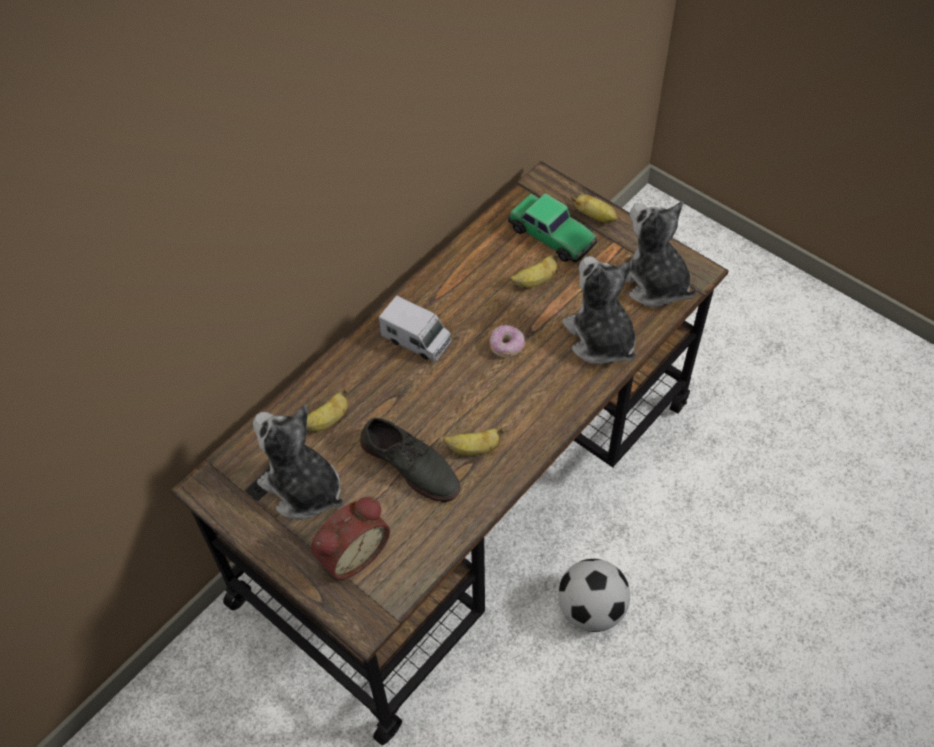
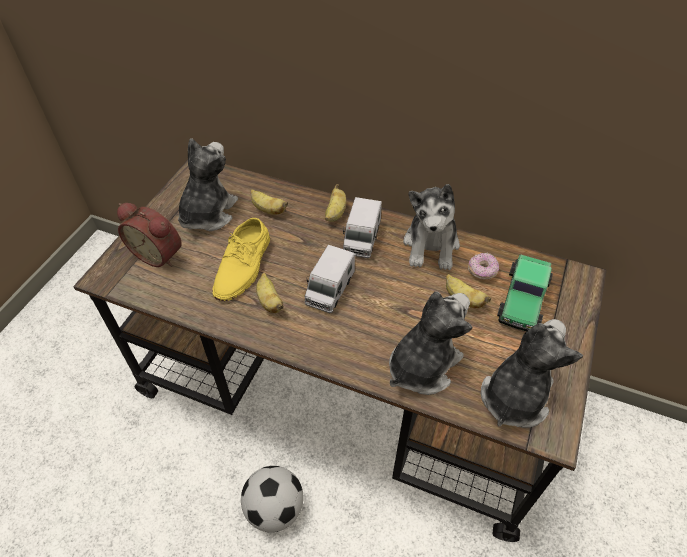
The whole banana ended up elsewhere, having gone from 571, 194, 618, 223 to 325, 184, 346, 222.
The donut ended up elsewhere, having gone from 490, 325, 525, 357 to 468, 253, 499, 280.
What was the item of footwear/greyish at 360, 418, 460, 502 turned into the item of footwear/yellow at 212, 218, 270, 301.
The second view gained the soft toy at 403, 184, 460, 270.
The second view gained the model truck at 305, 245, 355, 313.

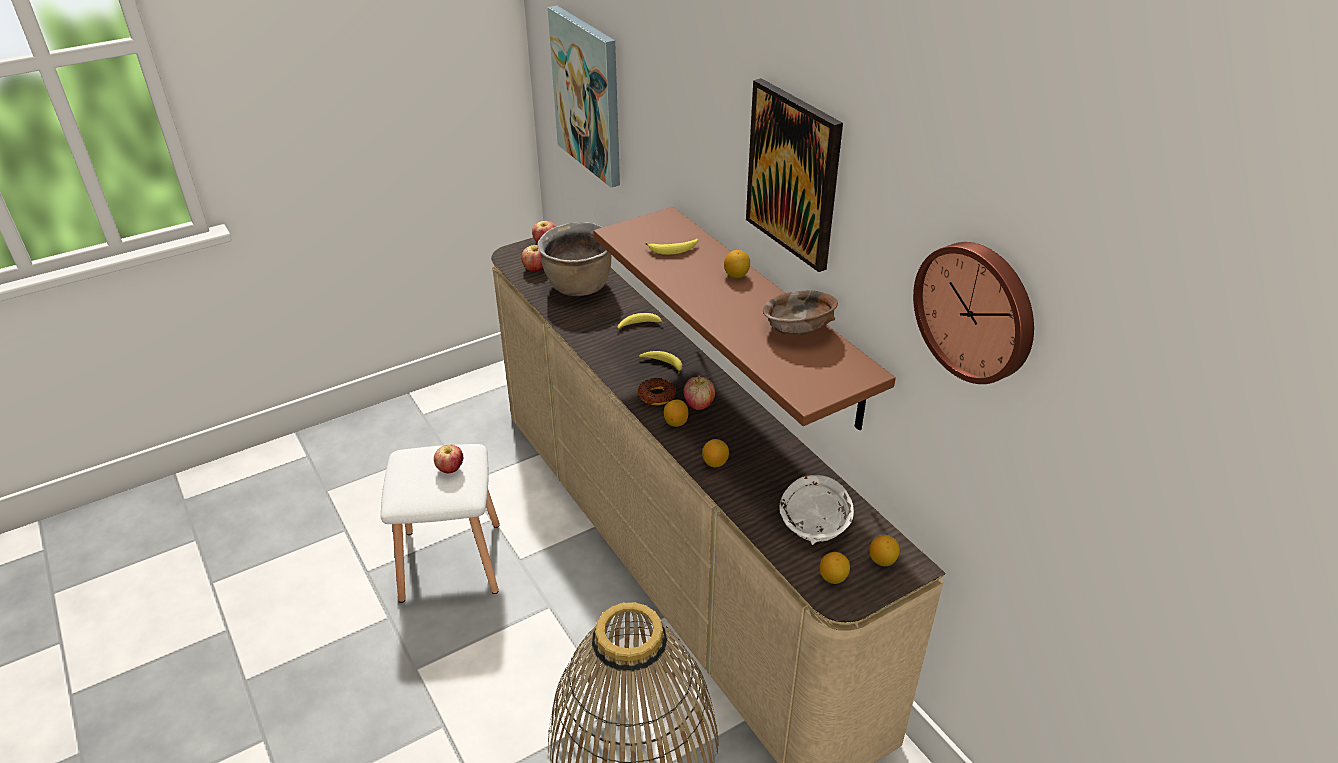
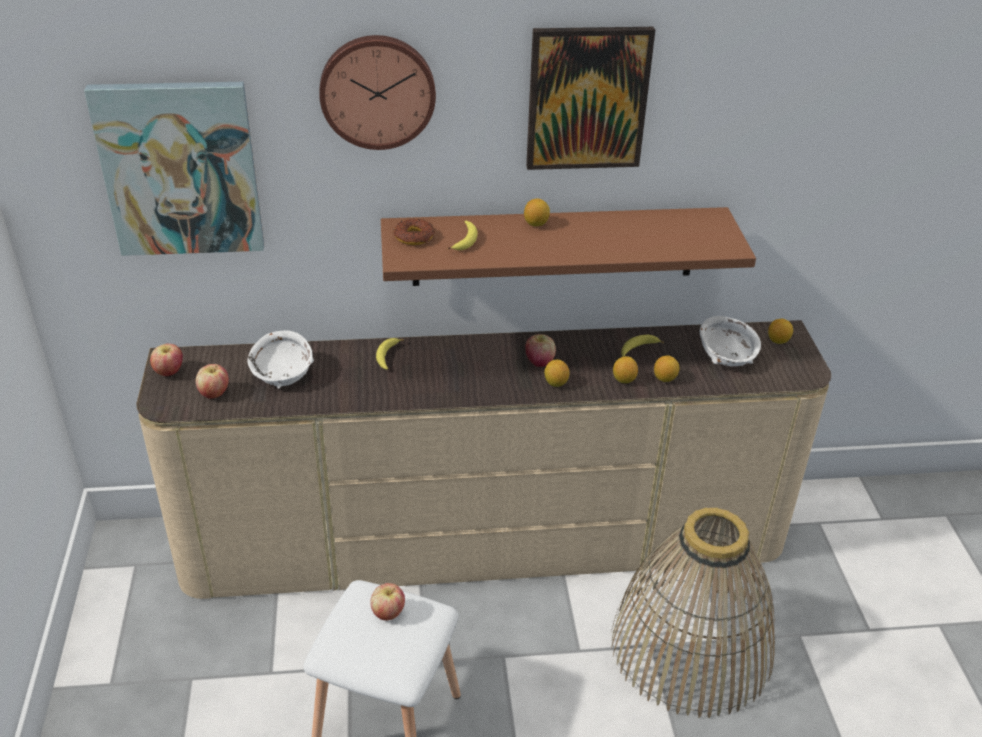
Where the saucepot/brownish stood at 537, 222, 611, 296, the bowl/whitish came to stand at 247, 330, 314, 389.
The hanging clock ended up elsewhere, having gone from 913, 242, 1034, 384 to 319, 35, 436, 150.
The second view lost the bowl/brownish at 763, 290, 838, 335.
The whole banana ended up elsewhere, having gone from 639, 351, 682, 374 to 621, 335, 664, 357.
The donut ended up elsewhere, having gone from 638, 378, 676, 405 to 394, 219, 435, 245.
The citrus fruit ended up elsewhere, having gone from 820, 552, 850, 584 to 654, 355, 679, 382.

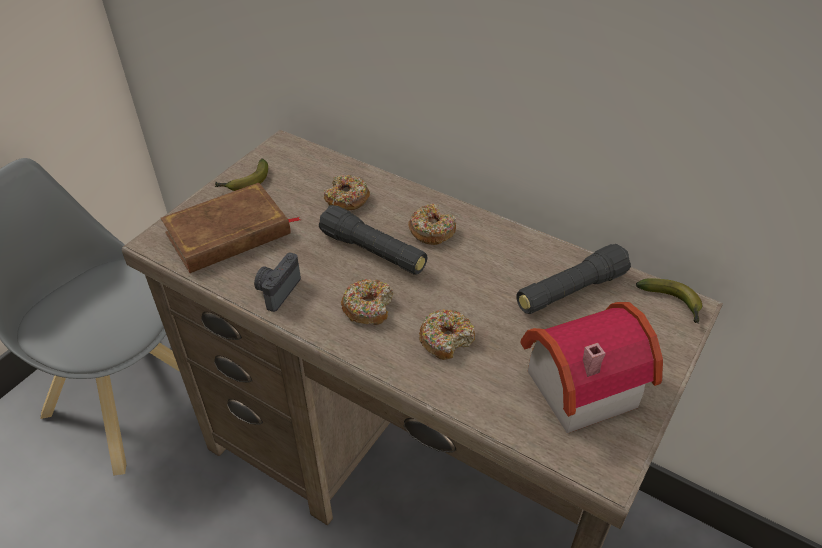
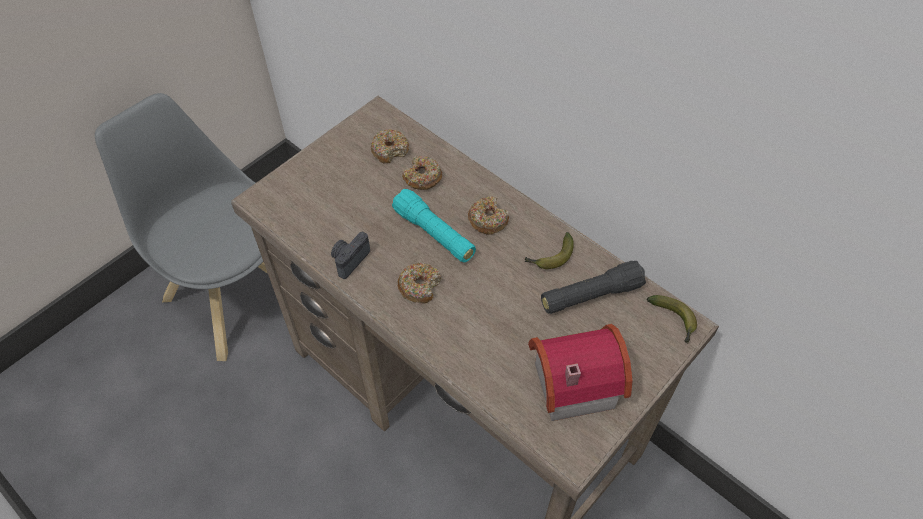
The whole banana ended up elsewhere, having gone from 215, 158, 268, 191 to 524, 232, 574, 269.
The second view lost the volume/brownish at 161, 183, 301, 273.
What was the hand torch/black-coloured at 319, 205, 428, 275 turned into the hand torch/turquoise at 392, 189, 476, 263.
The donut ended up elsewhere, having gone from 419, 309, 475, 360 to 371, 129, 409, 164.

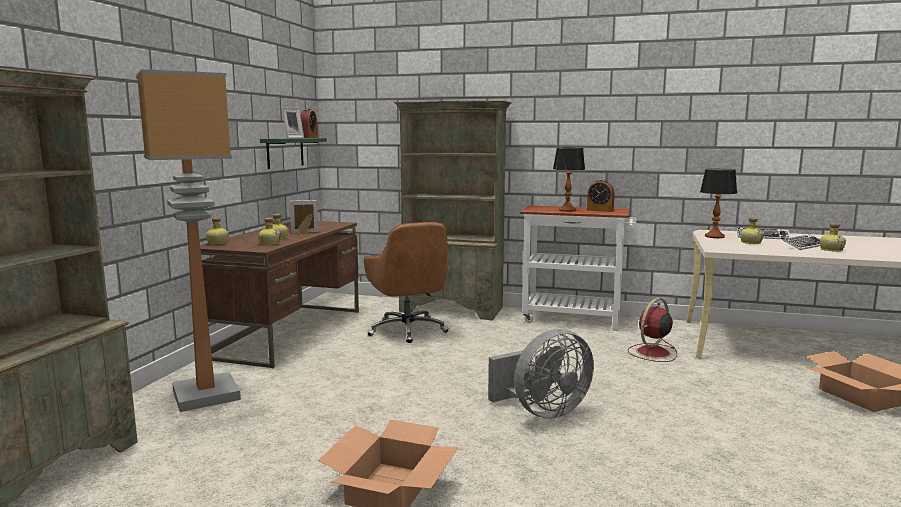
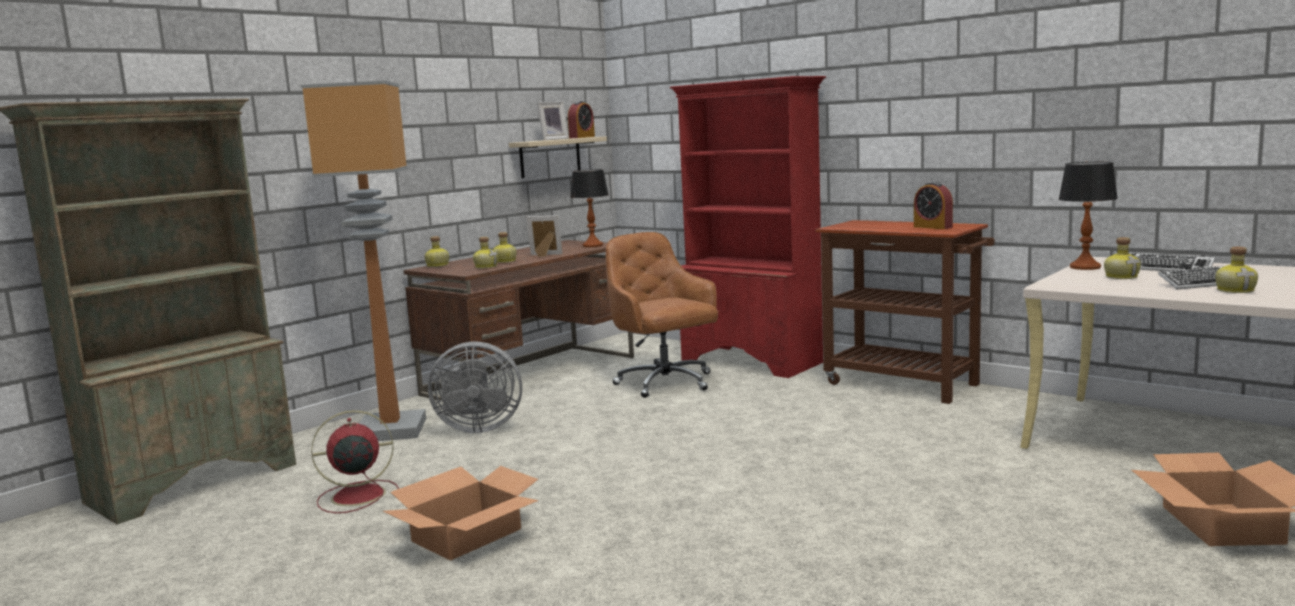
What was the bookcase/greenish at 394, 100, 512, 320 turned into the bookcase/red-coloured at 670, 76, 826, 378.
What was the wall shelf/greenish at 260, 138, 327, 169 turned into the wall shelf/beige at 509, 137, 607, 178.
The lamp for a table ended up elsewhere, having gone from 553, 148, 585, 212 to 570, 169, 609, 247.
What was the wheeled cart/whitish at 520, 205, 637, 331 turned into the wheeled cart/brownish at 815, 220, 995, 404.
The office chair/brownish at 364, 222, 448, 343 ended up facing another way, 150 degrees clockwise from before.
The electric fan/red-coloured ended up elsewhere, having gone from 628, 298, 677, 362 to 311, 410, 399, 513.
The electric fan/greyish ended up elsewhere, having gone from 488, 329, 594, 419 to 428, 342, 522, 433.

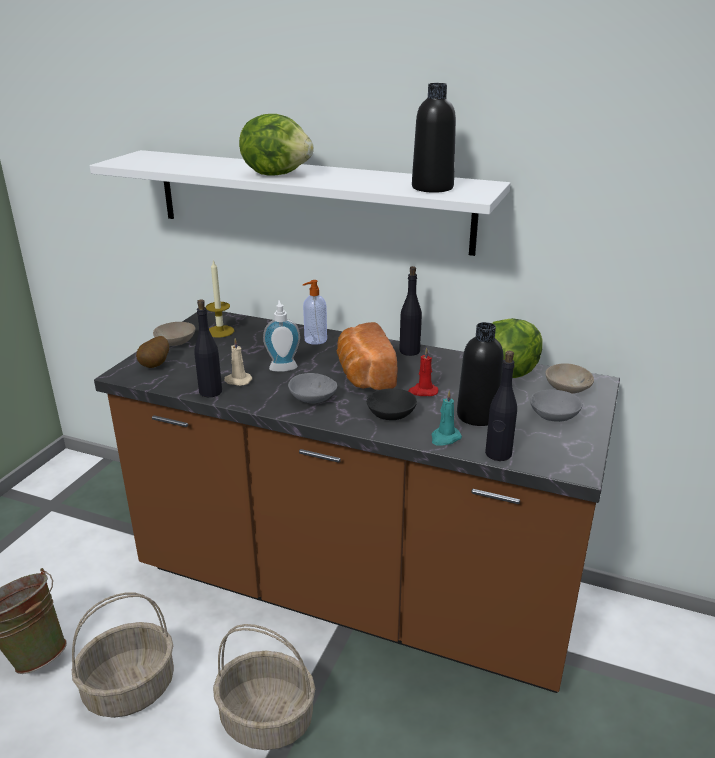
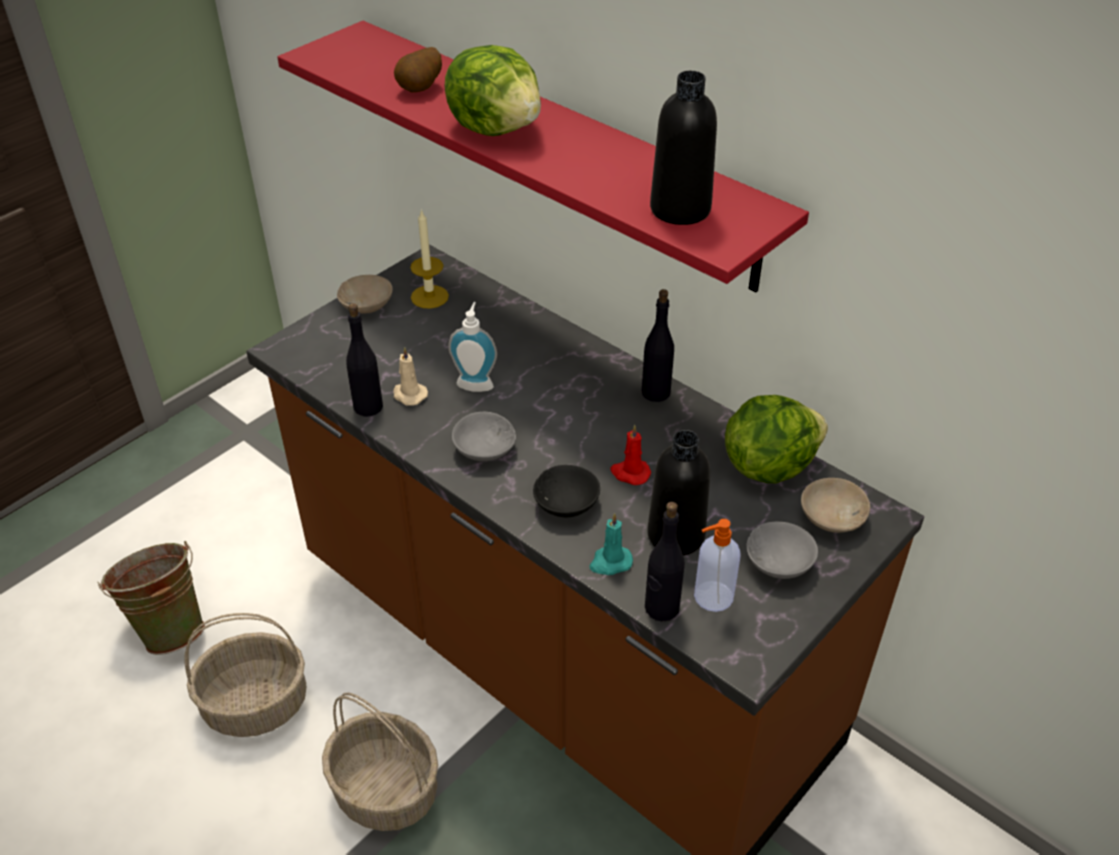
What was the wall shelf/whitish at 90, 150, 510, 256 turned into the wall shelf/red-coloured at 277, 21, 809, 293.
The soap bottle ended up elsewhere, having gone from 303, 280, 327, 345 to 694, 519, 741, 612.
The second view lost the bread at 337, 322, 398, 390.
The potato ended up elsewhere, having gone from 136, 336, 169, 368 to 394, 47, 442, 92.

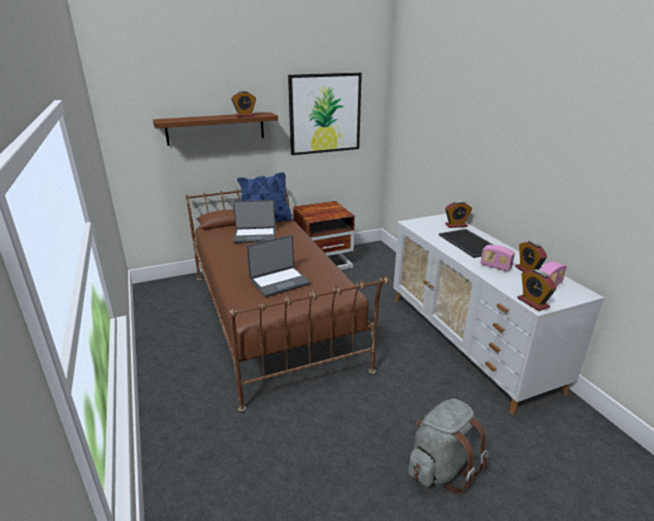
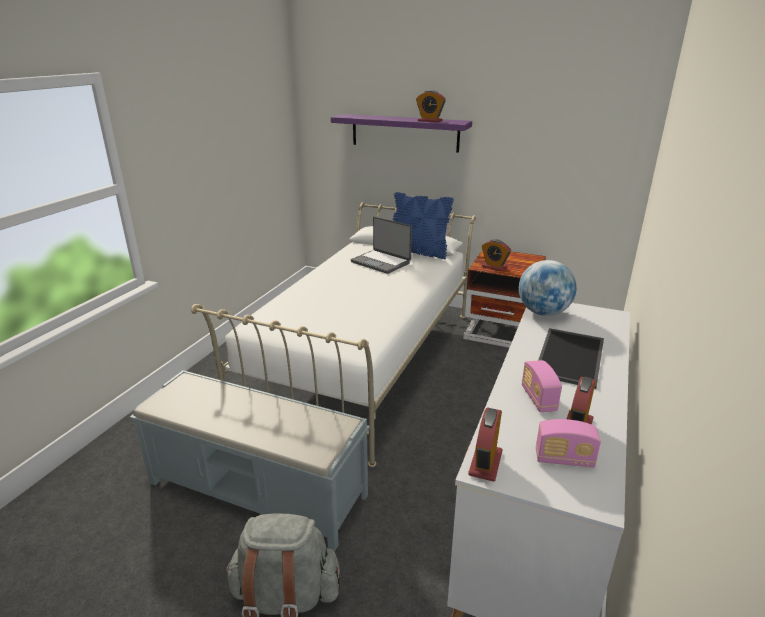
The second view lost the wall picture at 288, 73, 362, 155.
What was the wall shelf/brownish at 153, 112, 278, 146 turned into the wall shelf/purple at 331, 114, 472, 153.
What was the bedroom bed/brownish at 185, 187, 389, 412 turned into the bedroom bed/whitish at 191, 202, 476, 467.
The table clock ended up elsewhere, having gone from 445, 201, 472, 228 to 482, 239, 511, 271.
The second view lost the portable computer at 247, 235, 311, 297.
The second view gained the world globe at 519, 260, 577, 316.
The second view gained the bench/greyish at 130, 370, 370, 551.

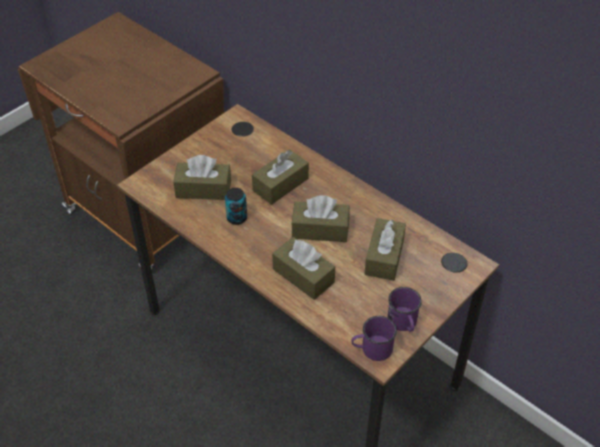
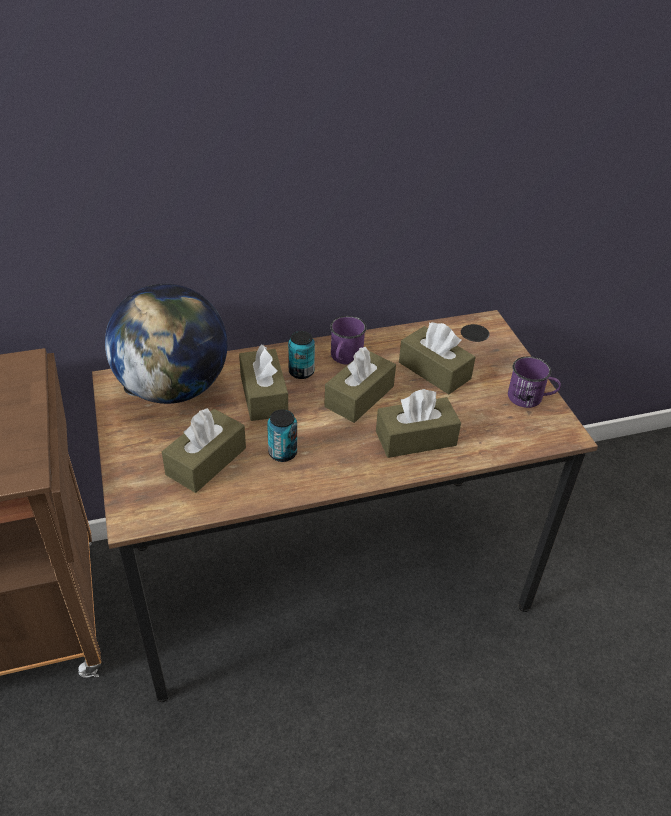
The coffee mug/purple ended up elsewhere, having gone from 351, 316, 397, 361 to 330, 316, 366, 365.
The second view gained the world globe at 105, 284, 228, 404.
The second view gained the can at 288, 331, 315, 379.

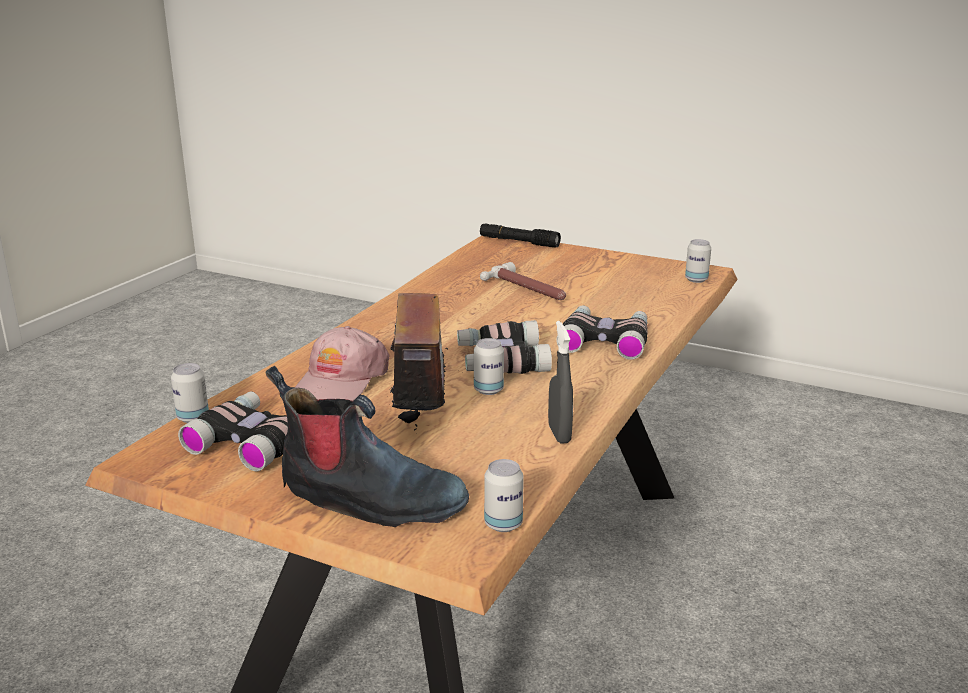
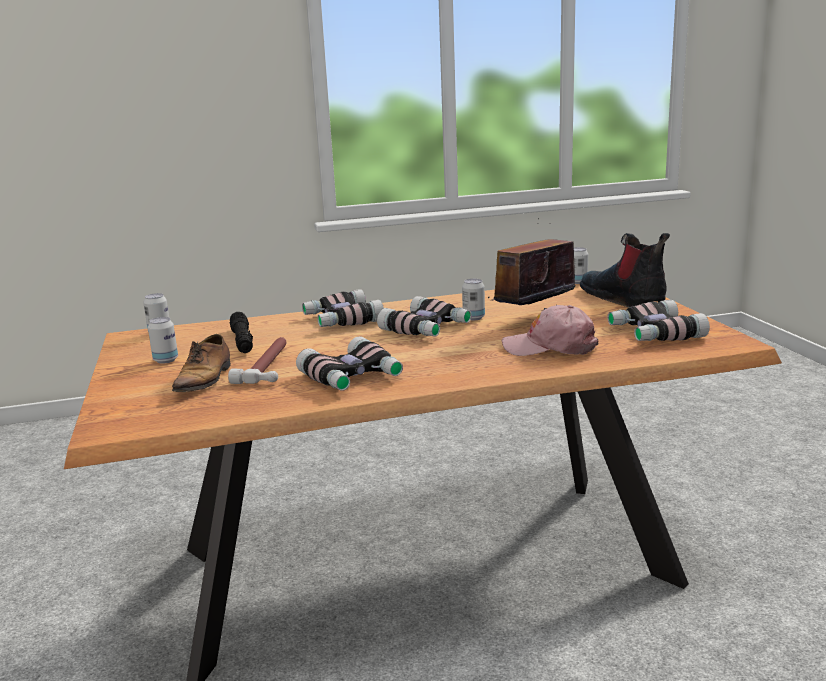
The hand torch/black-coloured ended up elsewhere, having gone from 480, 223, 561, 248 to 230, 312, 253, 353.
The second view lost the hand sprayer/greyish at 548, 321, 573, 444.
The peaked cap/pink at 295, 326, 390, 401 ended up facing another way, 150 degrees counterclockwise from before.
The can ended up elsewhere, having gone from 171, 363, 209, 423 to 148, 317, 178, 364.
The second view gained the item of footwear at 172, 334, 231, 392.
The second view gained the binoculars at 296, 337, 403, 391.

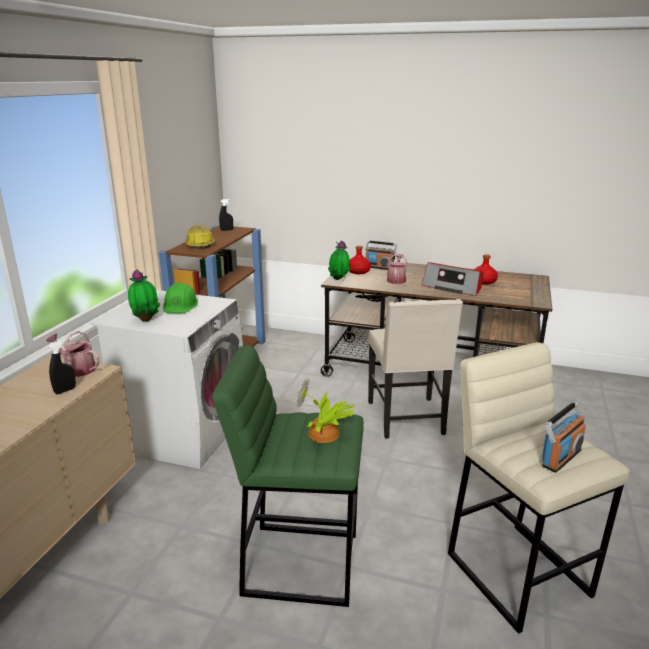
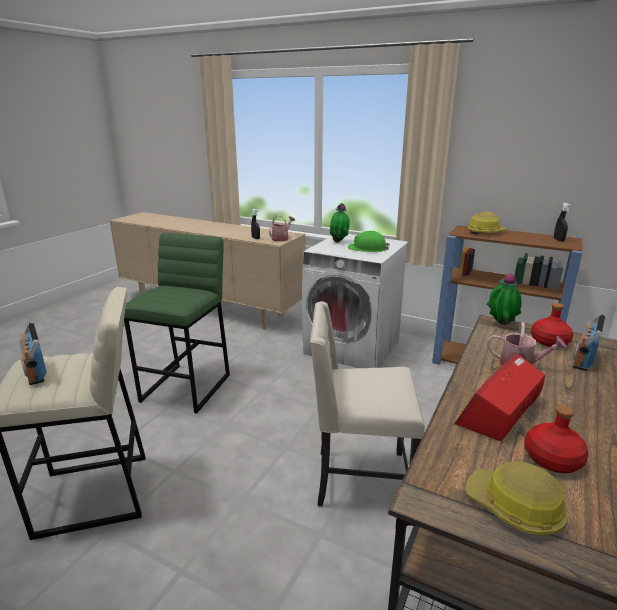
The second view lost the houseplant at 297, 378, 354, 443.
The second view gained the hard hat at 465, 461, 568, 535.

